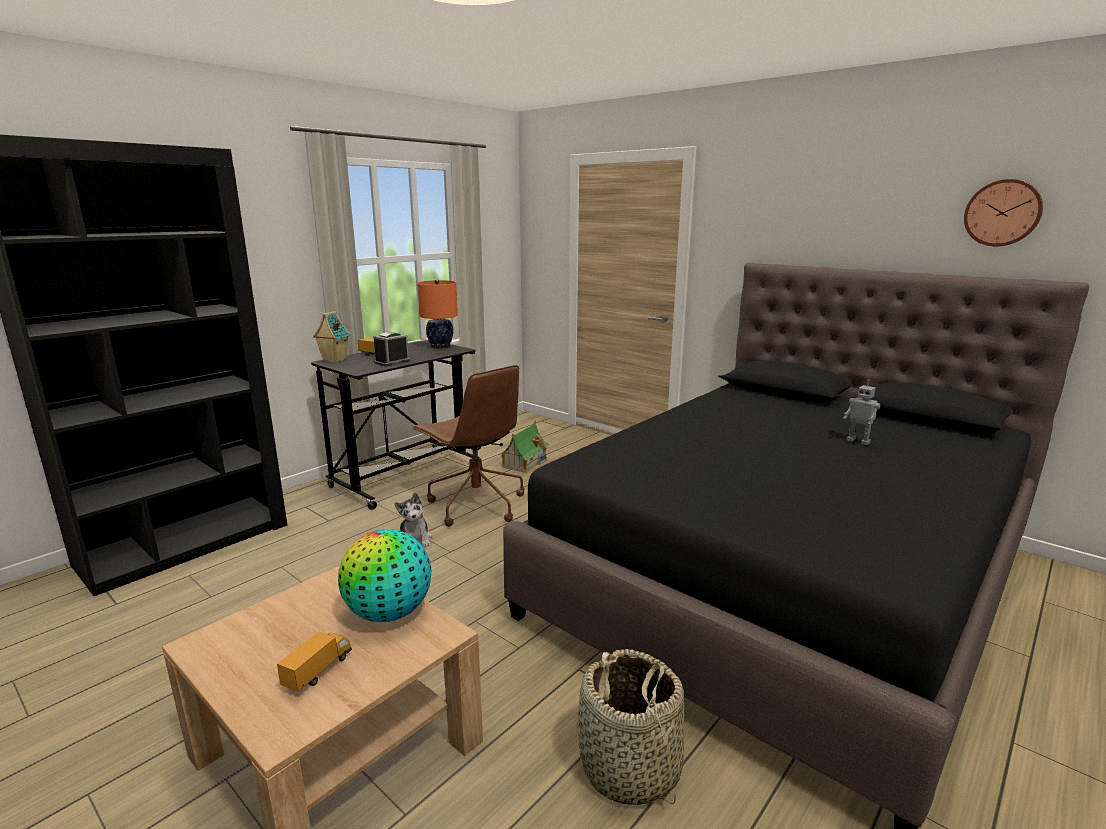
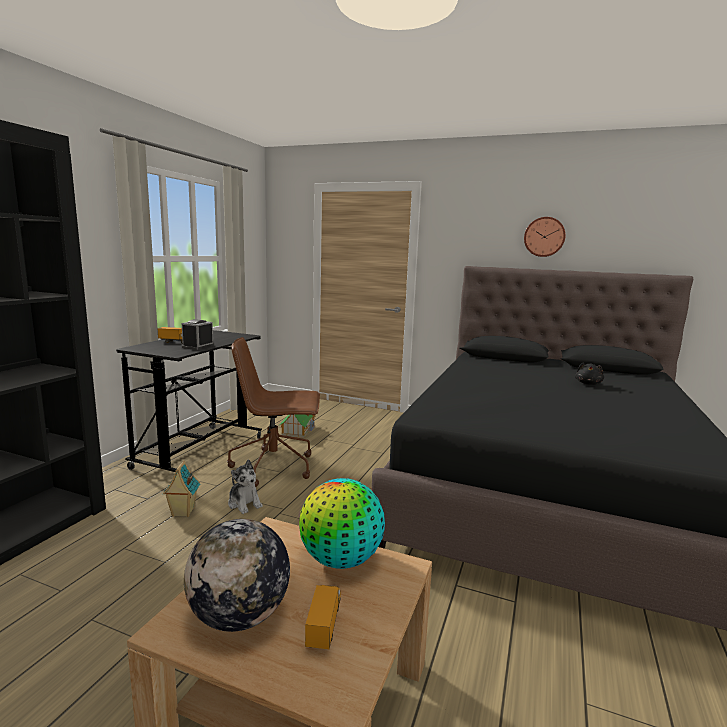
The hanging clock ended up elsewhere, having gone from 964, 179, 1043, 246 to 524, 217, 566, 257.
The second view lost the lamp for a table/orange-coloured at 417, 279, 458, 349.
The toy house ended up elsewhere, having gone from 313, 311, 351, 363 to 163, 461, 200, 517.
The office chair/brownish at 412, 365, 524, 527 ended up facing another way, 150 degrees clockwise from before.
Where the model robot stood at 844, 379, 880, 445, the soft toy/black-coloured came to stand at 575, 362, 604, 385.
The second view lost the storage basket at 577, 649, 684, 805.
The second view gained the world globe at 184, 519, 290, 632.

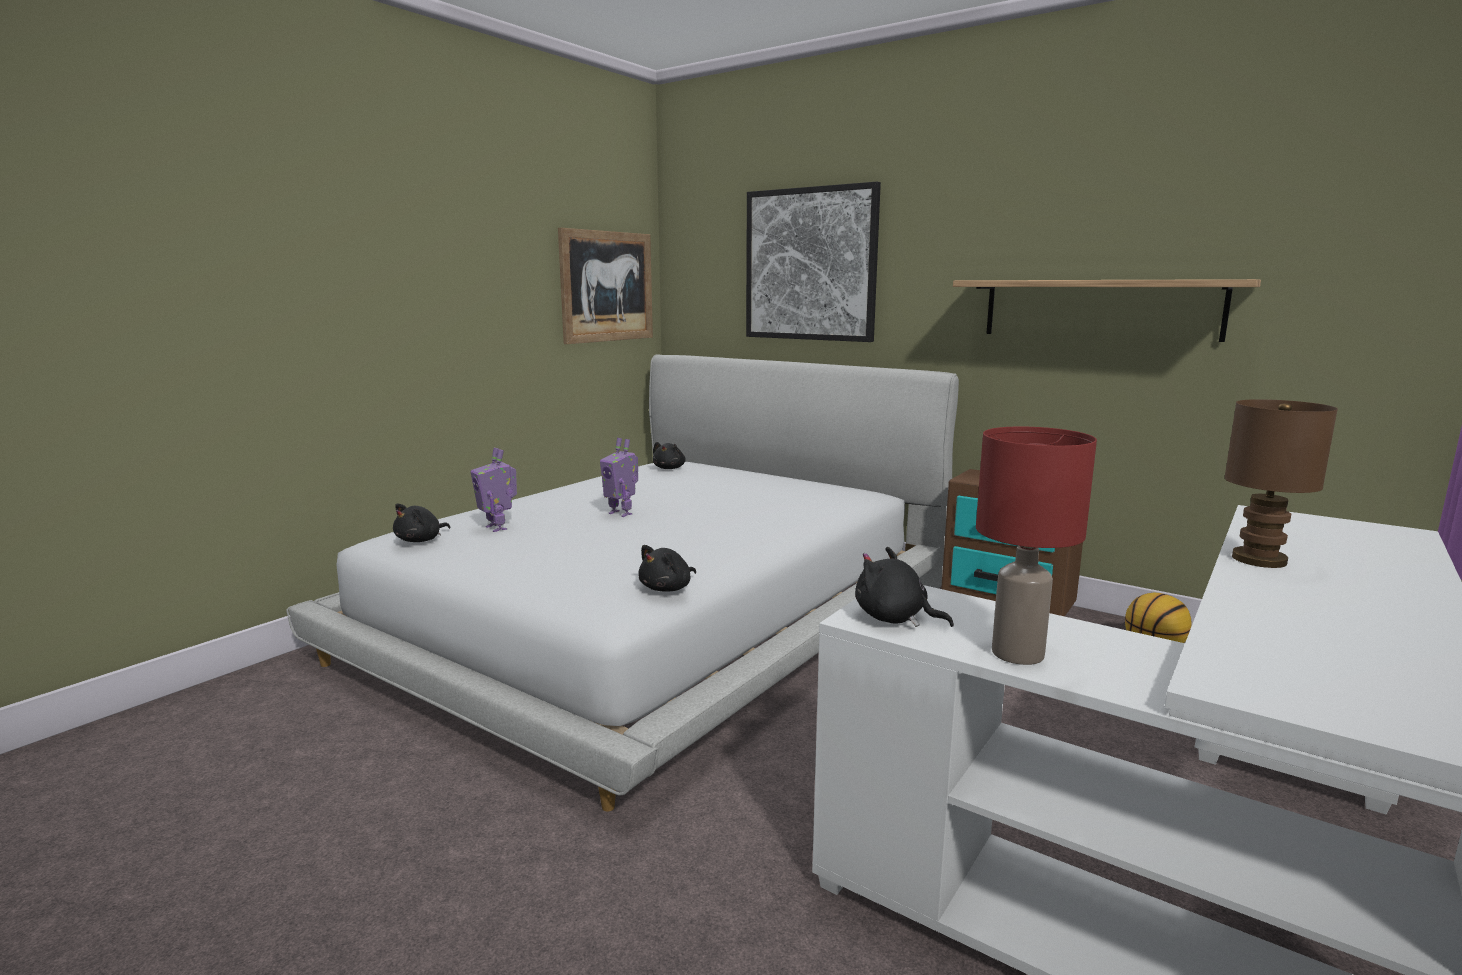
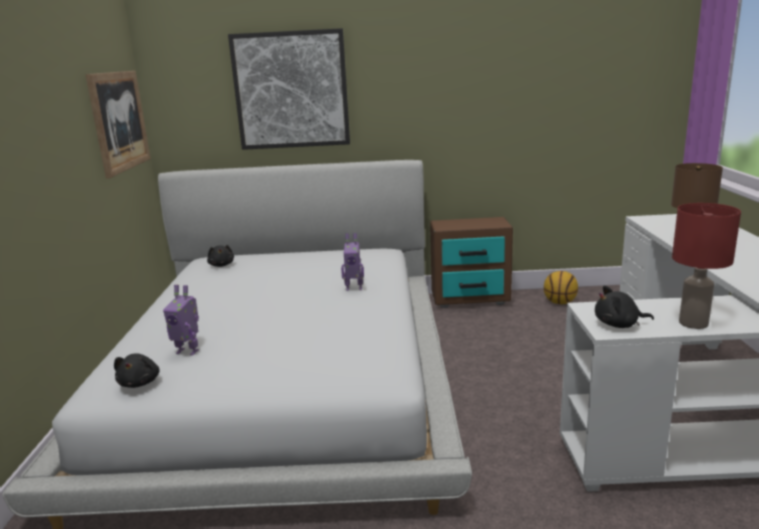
The second view lost the wall shelf at 953, 279, 1261, 342.
The model robot ended up elsewhere, having gone from 600, 438, 638, 517 to 341, 233, 364, 291.
The second view lost the soft toy/black-coloured at 638, 545, 696, 592.

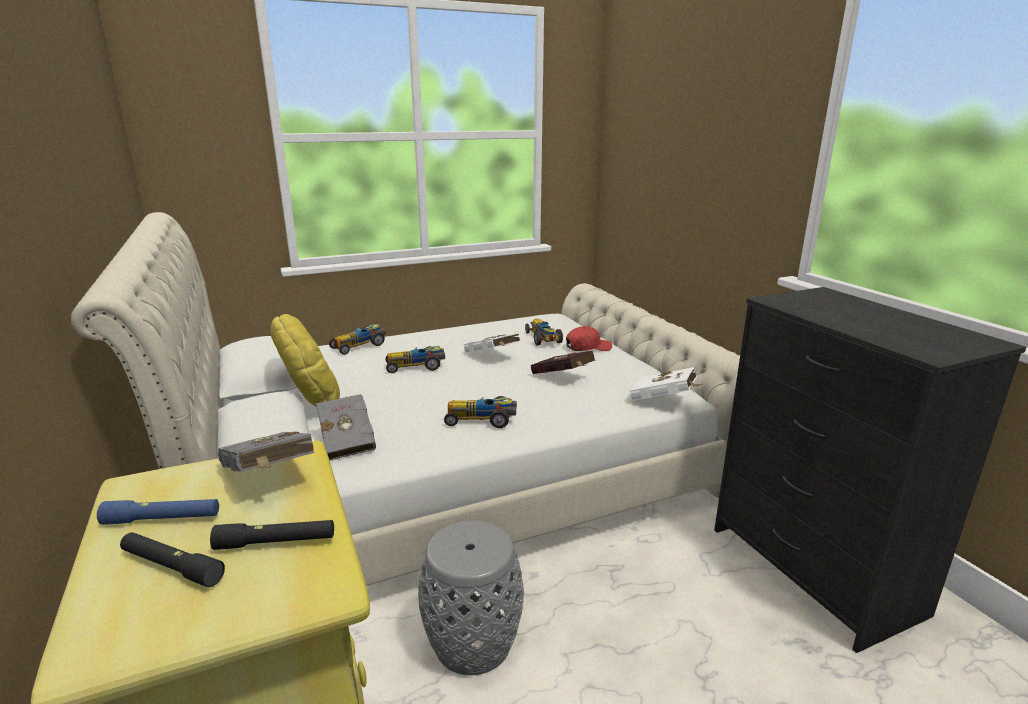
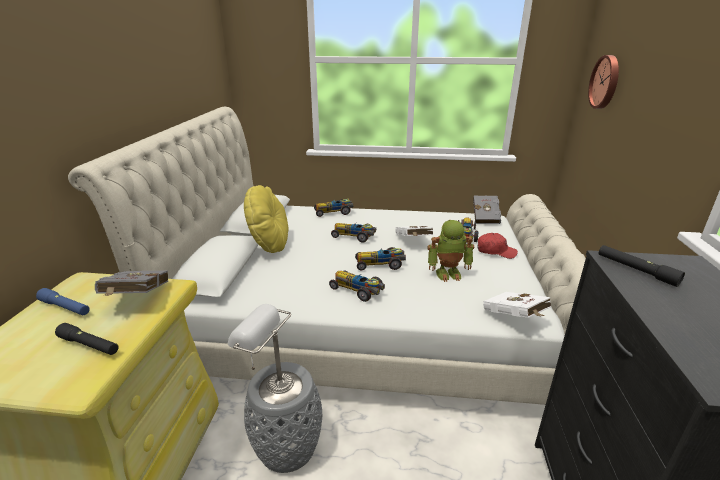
Where the volume/red-coloured stood at 531, 350, 595, 374, the model robot came to stand at 427, 220, 474, 282.
The volume/greyish ended up elsewhere, having gone from 316, 394, 376, 460 to 473, 196, 501, 224.
The hand torch/black-coloured ended up elsewhere, having gone from 120, 532, 225, 587 to 599, 245, 685, 287.
The second view gained the hanging clock at 588, 55, 619, 109.
The second view gained the model car at 355, 247, 406, 270.
The second view gained the lamp for a table/whitish at 228, 304, 303, 404.

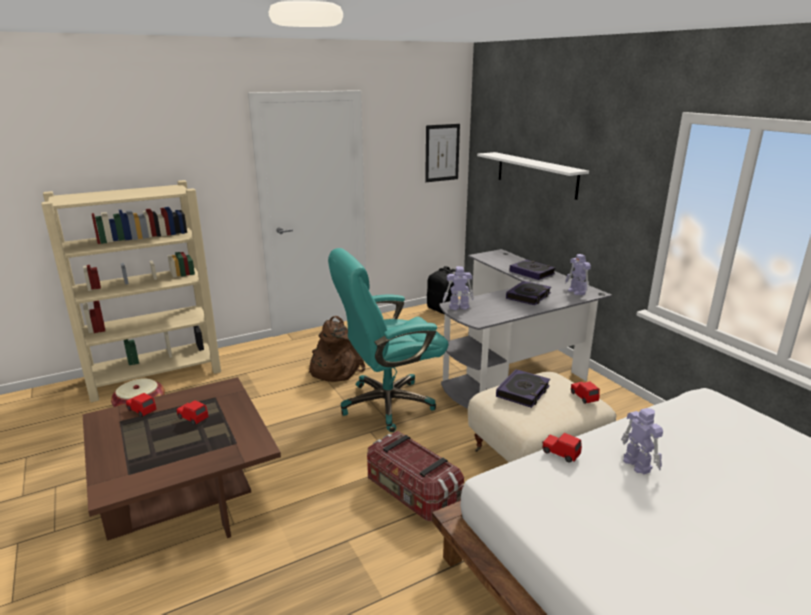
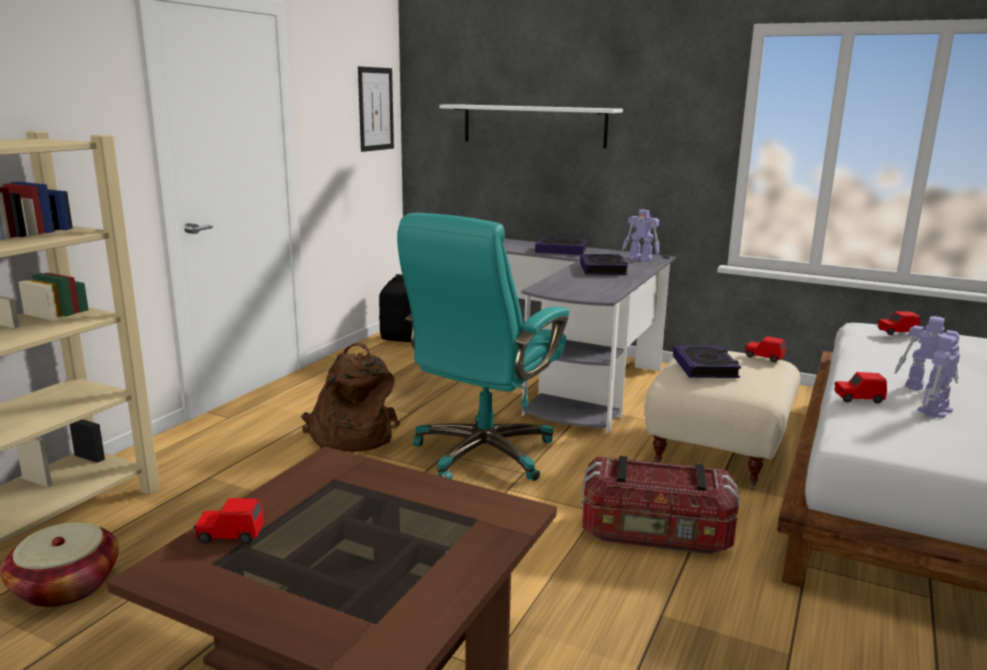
The model robot ended up elsewhere, having gone from 443, 266, 474, 310 to 917, 334, 960, 418.
The model car/red-coloured ended up elsewhere, having gone from 176, 400, 209, 425 to 878, 311, 920, 335.

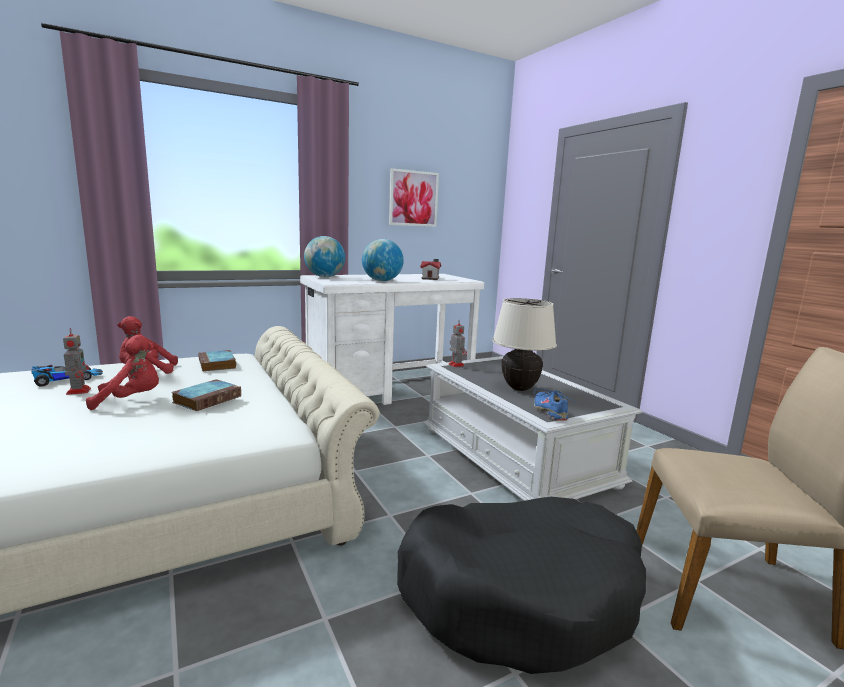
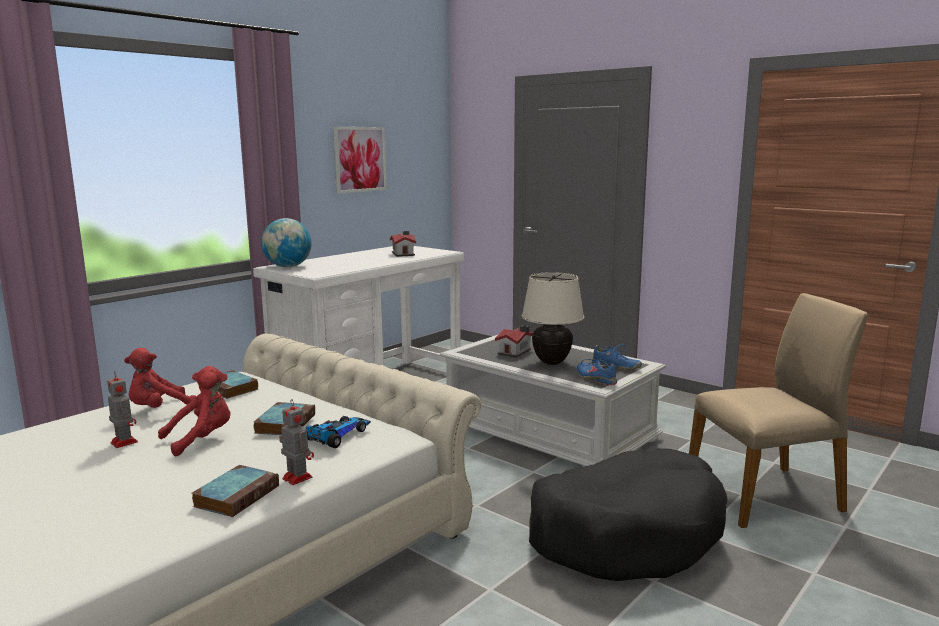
The second view lost the world globe at 362, 239, 404, 281.
The model robot ended up elsewhere, having gone from 449, 320, 467, 367 to 279, 399, 314, 485.
The model car ended up elsewhere, having gone from 31, 365, 103, 387 to 306, 416, 371, 448.
The second view gained the toy house at 495, 325, 533, 358.
The second view gained the item of footwear/bluish at 592, 344, 642, 371.
The second view gained the volume at 191, 465, 279, 517.

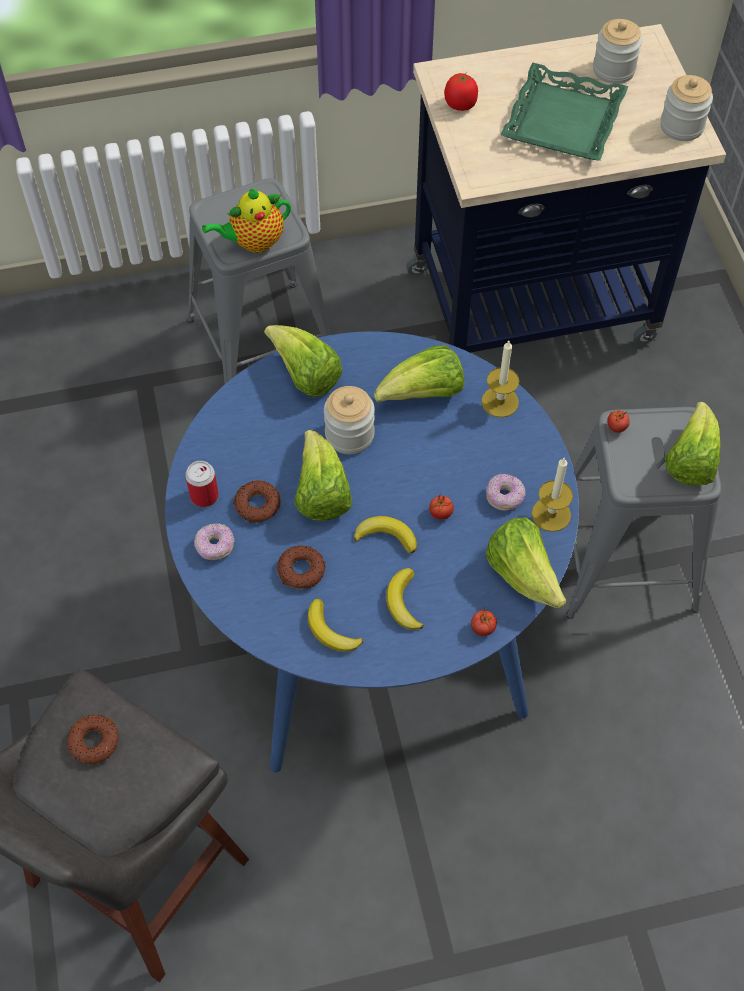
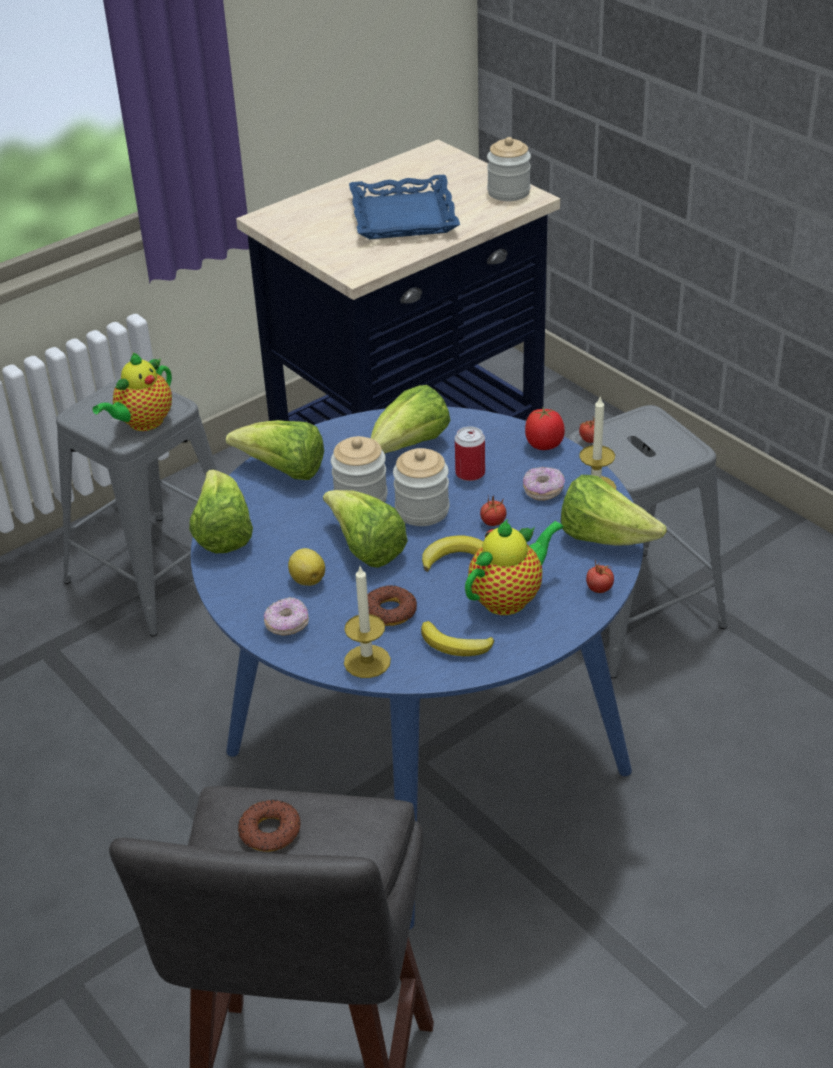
The jar ended up elsewhere, having gone from 593, 19, 642, 84 to 393, 448, 449, 526.
What was the serving tray/greenish at 501, 62, 628, 161 turned into the serving tray/bluish at 349, 175, 460, 239.
The fresh tomato ended up elsewhere, having gone from 444, 73, 478, 111 to 525, 406, 565, 450.
The candle ended up elsewhere, having gone from 481, 341, 519, 418 to 344, 566, 391, 678.
The lettuce head ended up elsewhere, having gone from 665, 402, 721, 486 to 189, 469, 253, 553.
The can ended up elsewhere, having gone from 185, 461, 219, 507 to 455, 426, 485, 481.
Where the donut stood at 233, 480, 281, 523, the citrus fruit came to stand at 288, 548, 325, 586.
Where the whole banana stood at 386, 568, 424, 630, the tea pot came to stand at 465, 519, 564, 615.

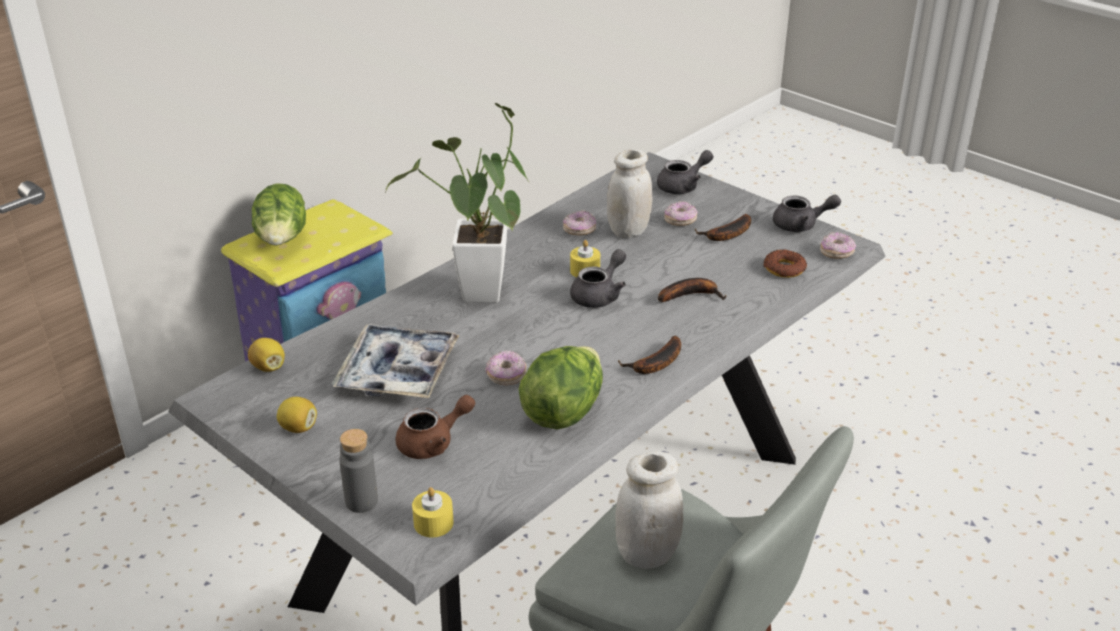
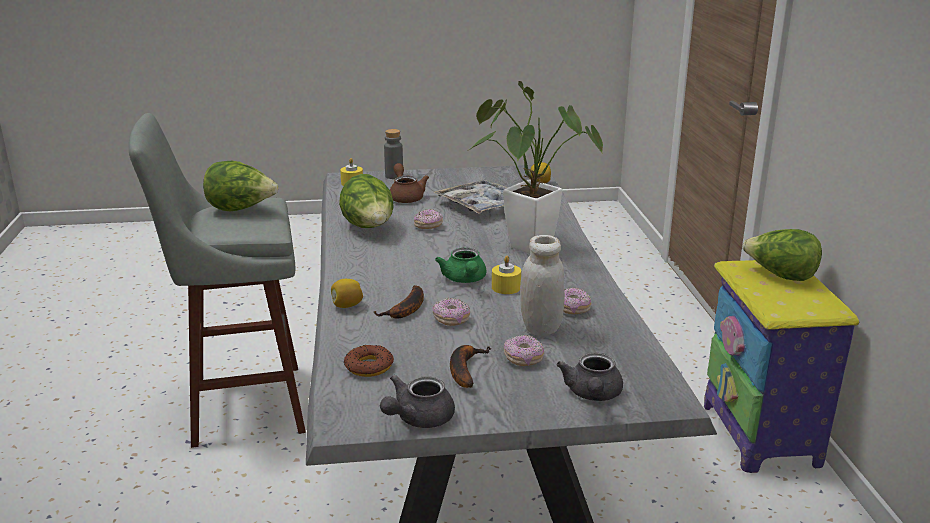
The donut ended up elsewhere, having gone from 820, 232, 856, 259 to 433, 298, 470, 326.
What was the tea pot/greyish at 570, 249, 626, 308 turned into the tea pot/greenish at 435, 248, 486, 283.
The second view lost the whole banana at 618, 336, 681, 374.
The tea pot/brownish at 395, 395, 475, 459 ended up facing another way, 150 degrees clockwise from before.
The citrus fruit ended up elsewhere, having gone from 277, 397, 317, 433 to 331, 279, 363, 308.
Where the jar/whitish stood at 615, 451, 683, 569, the lettuce head came to stand at 203, 161, 278, 211.

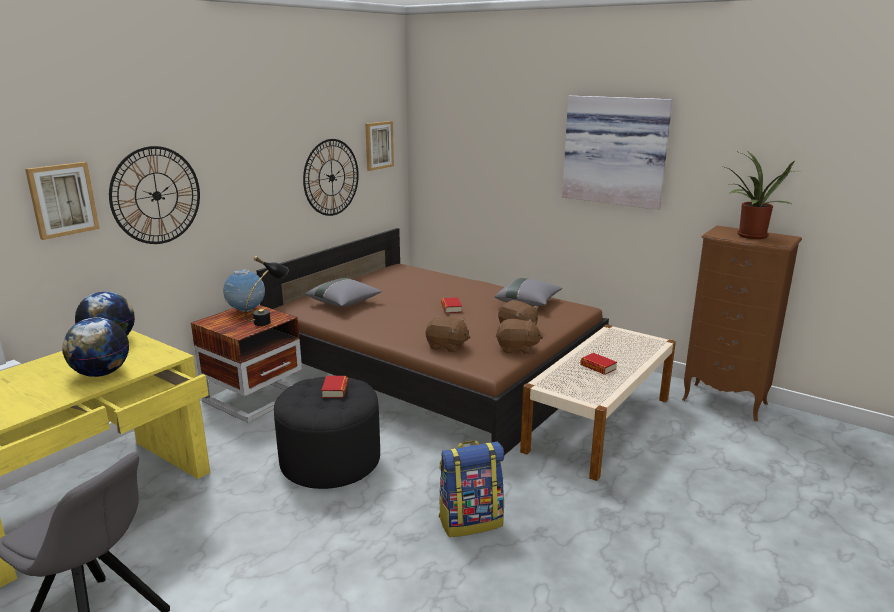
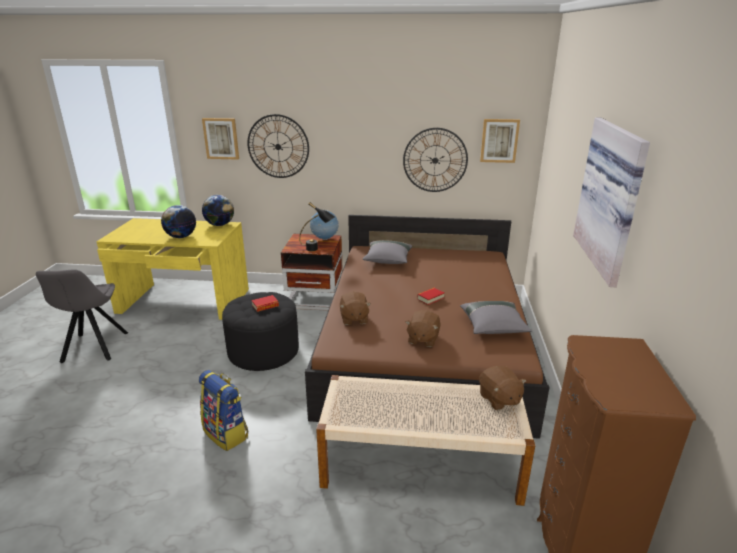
The second view lost the houseplant at 725, 150, 796, 239.
The soft toy/brownish ended up elsewhere, having gone from 496, 319, 543, 354 to 479, 366, 526, 410.
The second view lost the volume at 580, 353, 617, 375.

